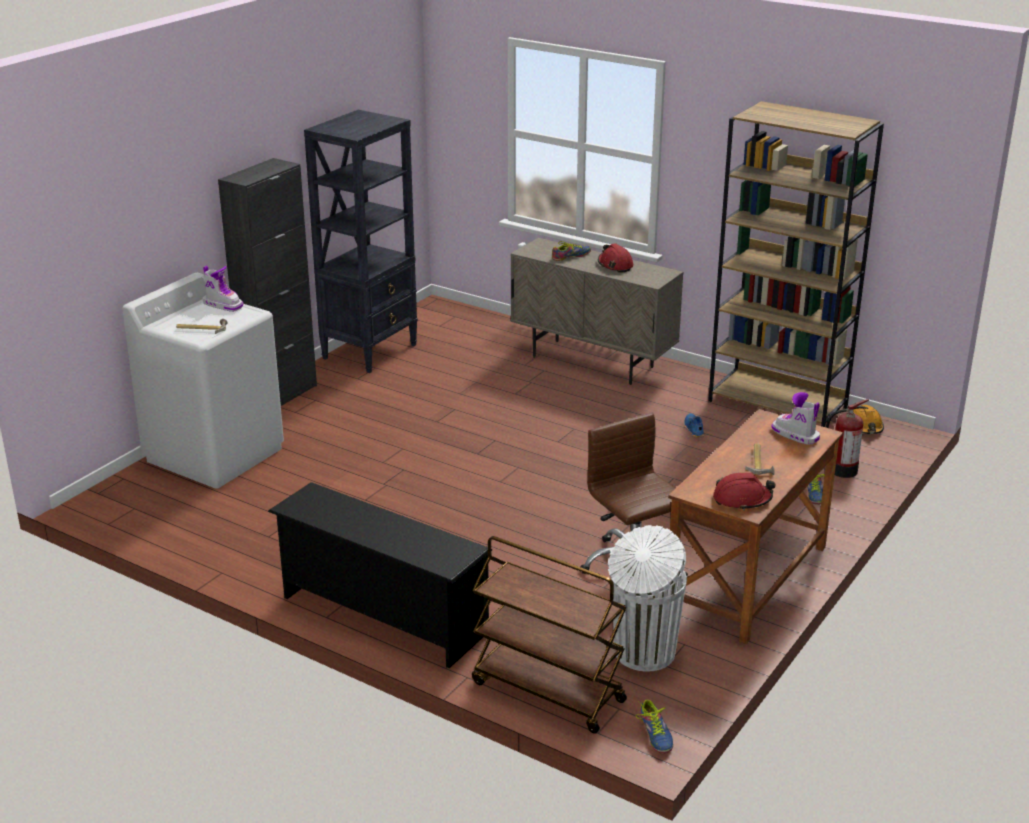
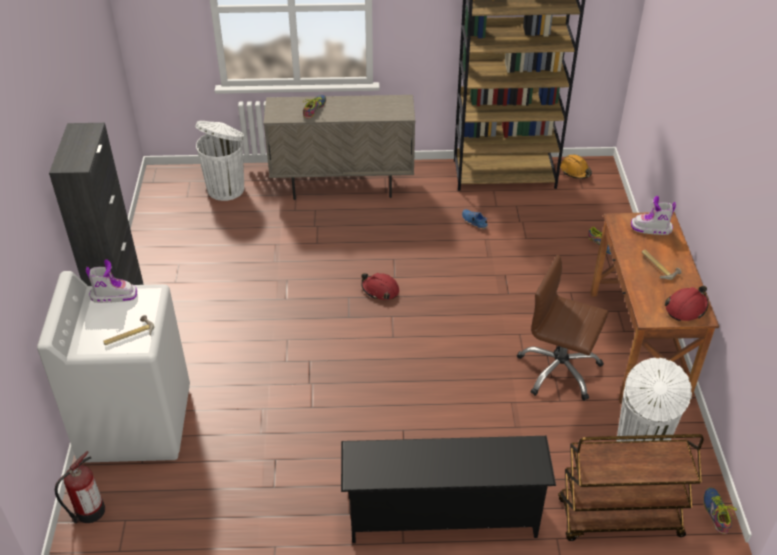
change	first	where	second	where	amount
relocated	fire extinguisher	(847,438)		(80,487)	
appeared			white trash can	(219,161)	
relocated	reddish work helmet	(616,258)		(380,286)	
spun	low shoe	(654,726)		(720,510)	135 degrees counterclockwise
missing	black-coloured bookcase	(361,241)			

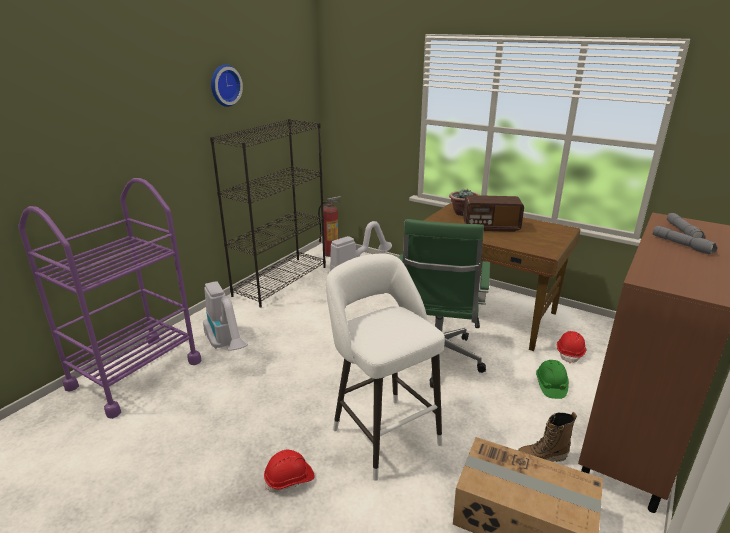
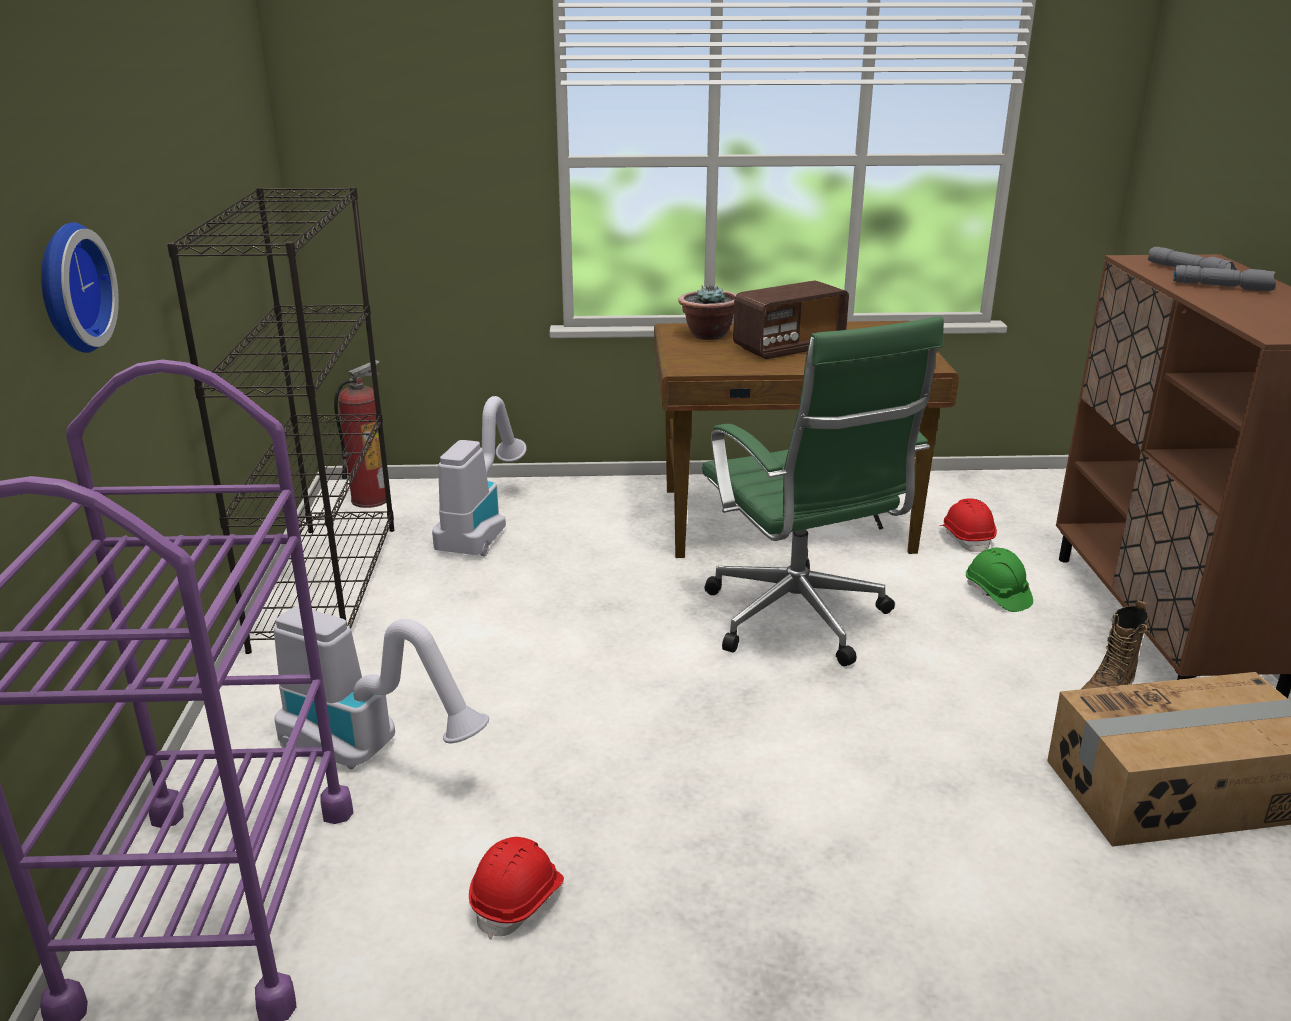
change	first	where	second	where	amount
relocated	hanging clock	(227,85)		(80,287)	
relocated	reddish work helmet	(289,471)		(516,888)	
missing	white stool seat	(385,367)			

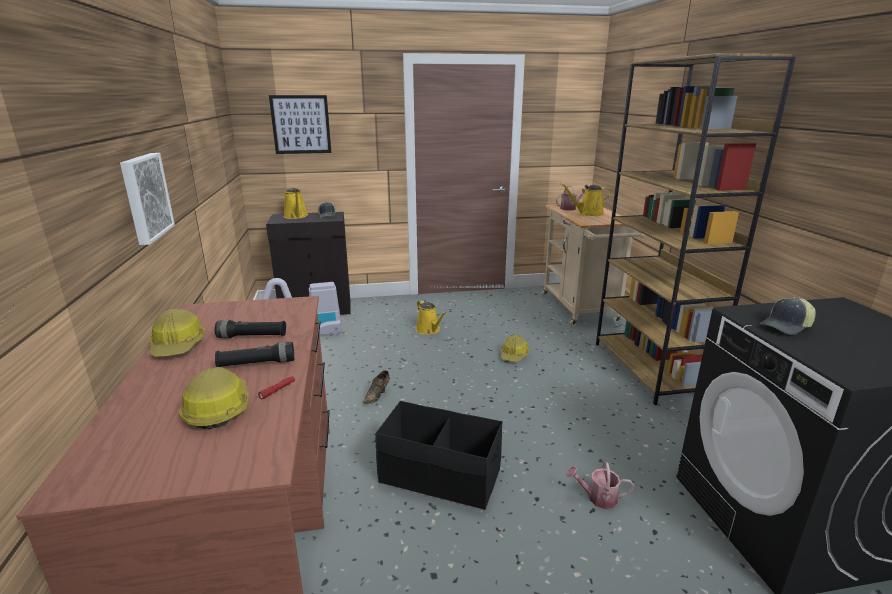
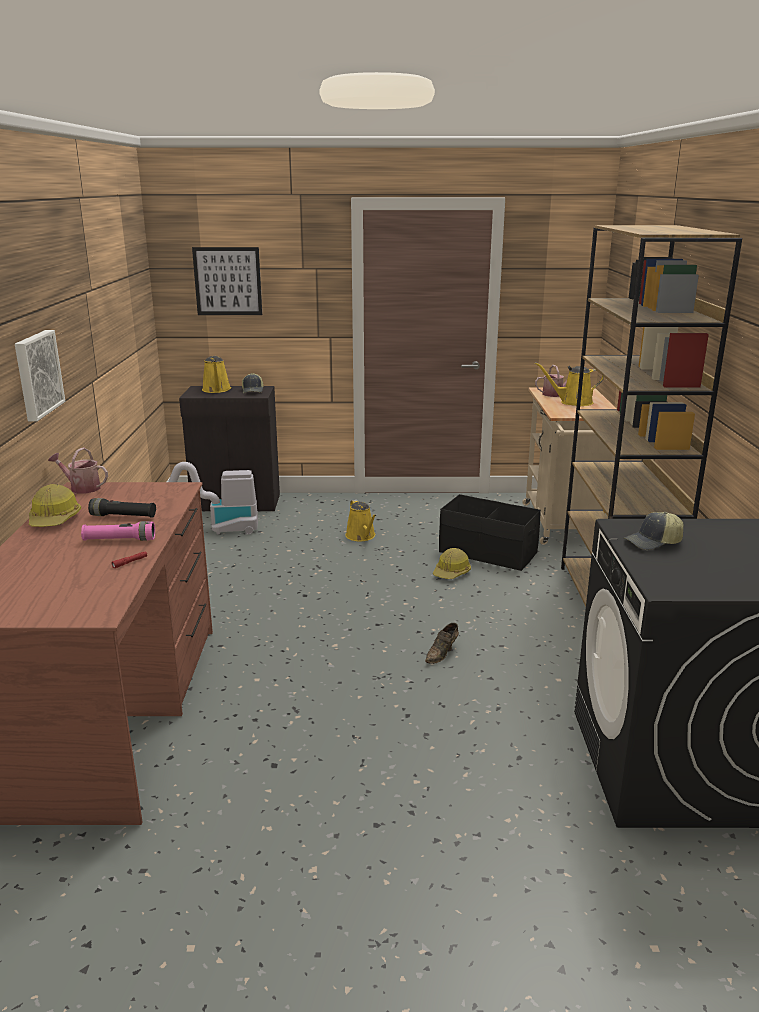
change	first	where	second	where	amount
relocated	watering pot	(600,485)		(78,471)	
colour	black-coloured hand torch	(254,354)	pinkish hand torch	(118,531)	
relocated	brown-coloured low shoe	(376,387)		(442,643)	
relocated	black-coloured storage bin	(438,455)		(490,532)	
missing	work helmet	(214,398)			

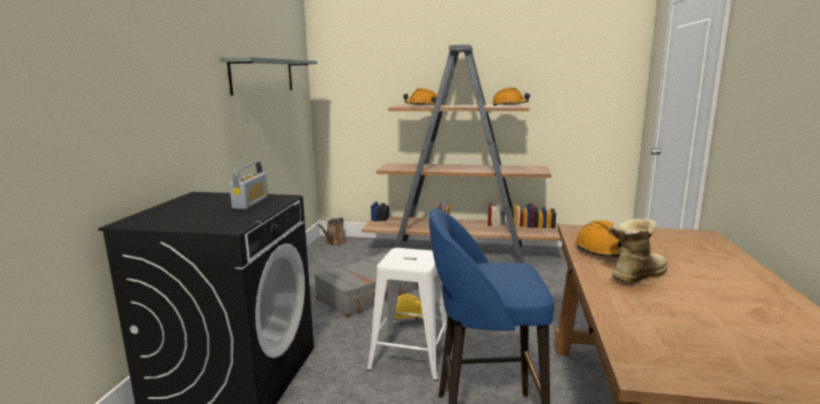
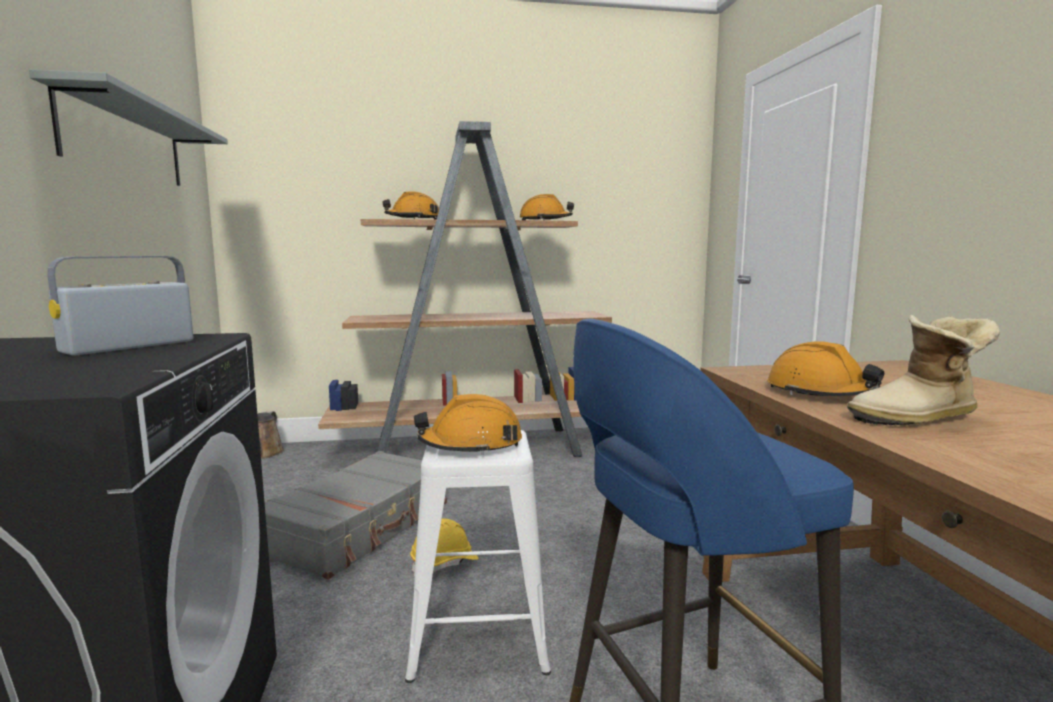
change	first	where	second	where	amount
spun	radio set	(248,185)		(120,306)	135 degrees counterclockwise
appeared			orange work helmet	(468,424)	
spun	tall boot	(639,251)		(923,370)	135 degrees counterclockwise

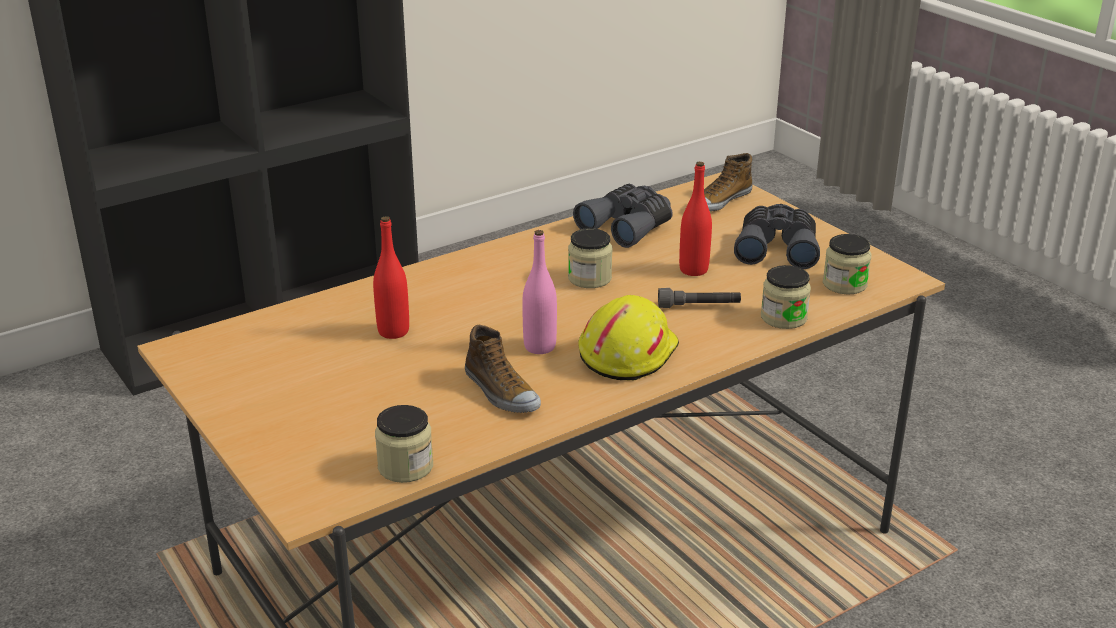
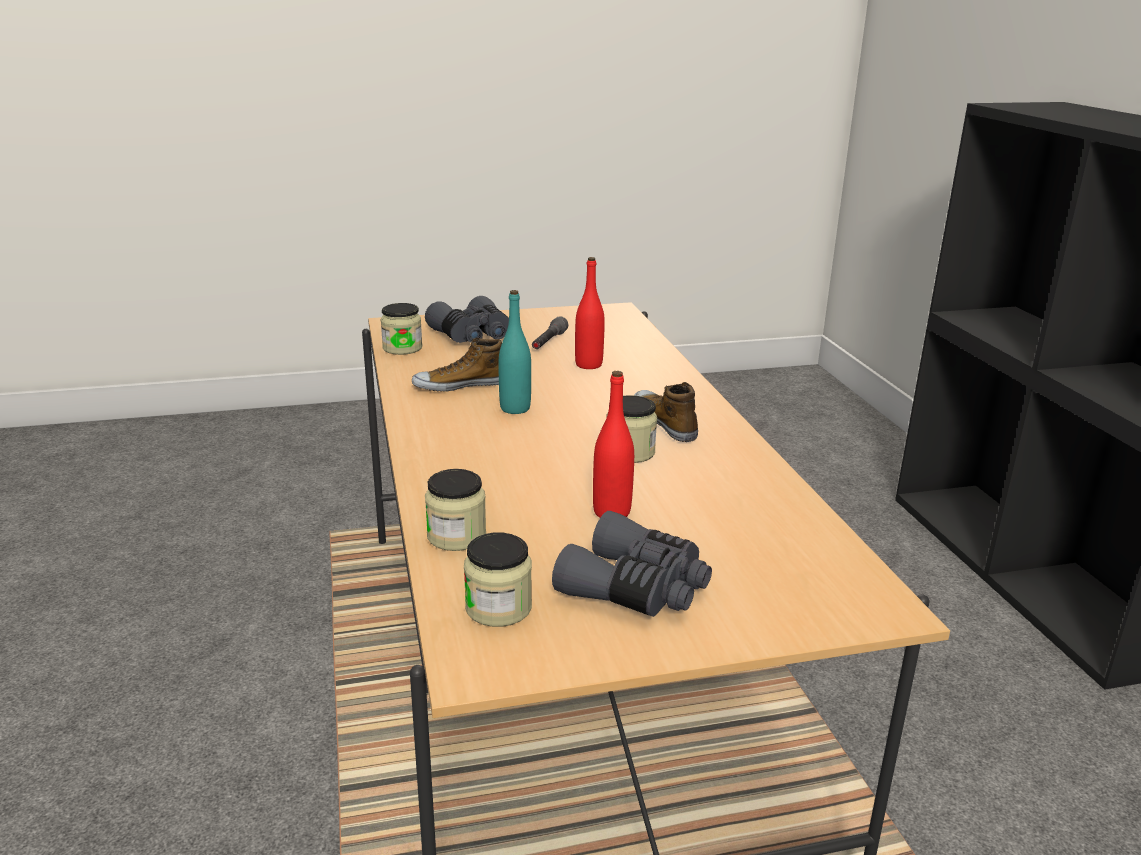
change	first	where	second	where	amount
relocated	grey pair of binoculars	(623,216)		(467,319)	
colour	pinkish drink bottle	(539,292)	turquoise-coloured drink bottle	(514,352)	
relocated	grey hand torch	(699,298)		(550,332)	
relocated	low shoe	(728,182)		(666,412)	
missing	yellow-coloured work helmet	(628,338)			

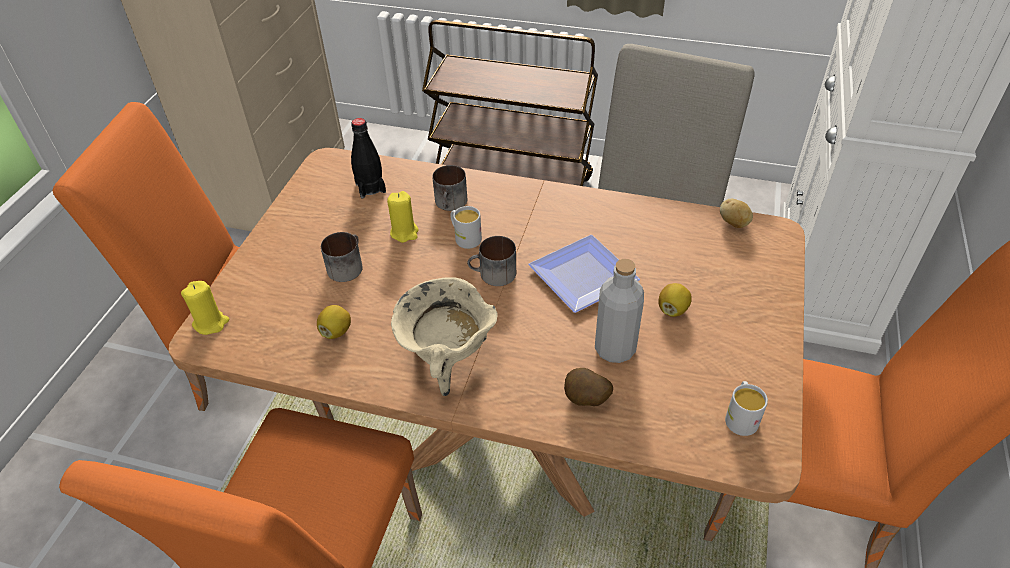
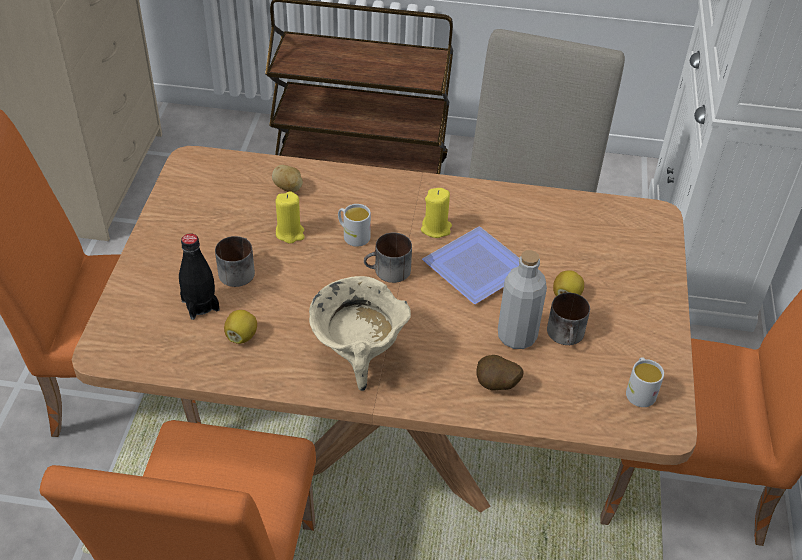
change	first	where	second	where	amount
relocated	black-coloured drink bottle	(368,158)		(199,276)	
relocated	potato	(736,213)		(287,179)	
relocated	yellow-coloured wax candle	(205,308)		(436,213)	
relocated	coffee mug	(449,188)		(568,319)	

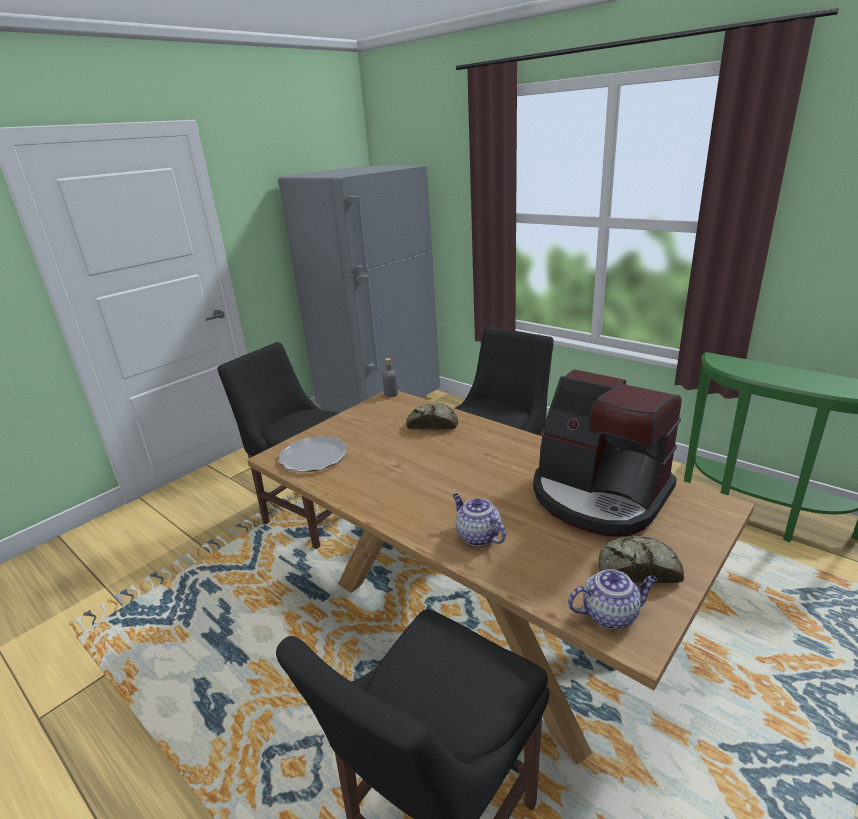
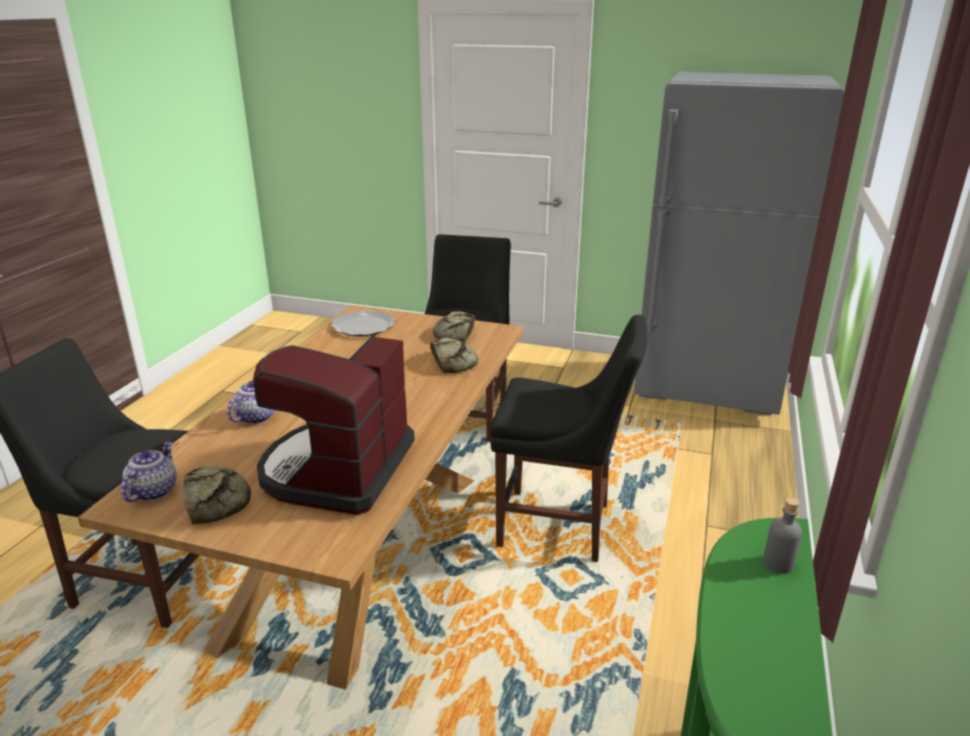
change	first	where	second	where	amount
spun	tea pot	(612,599)		(148,471)	135 degrees counterclockwise
appeared			bread	(454,326)	
relocated	grey drink bottle	(390,377)		(782,535)	

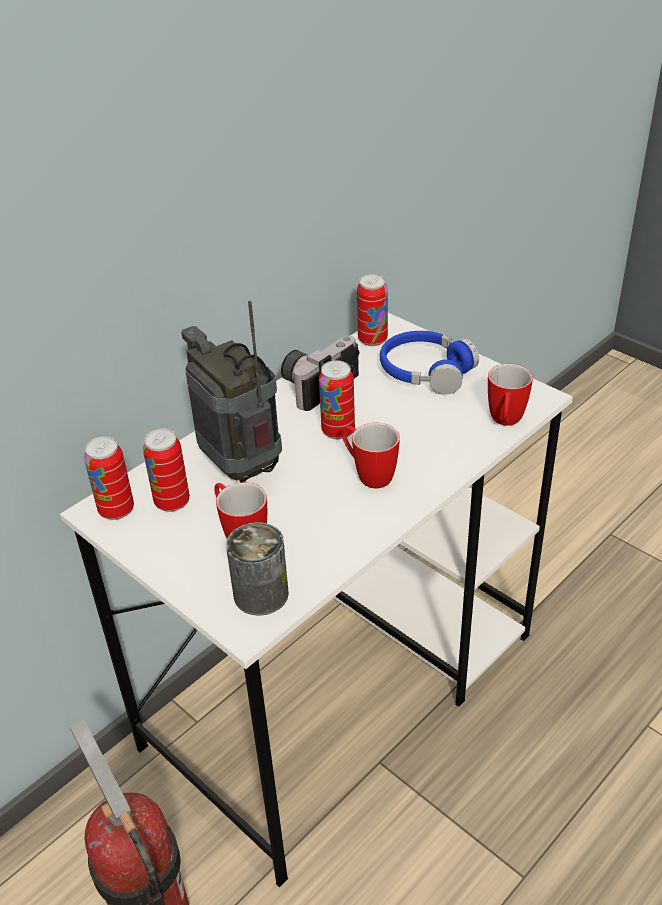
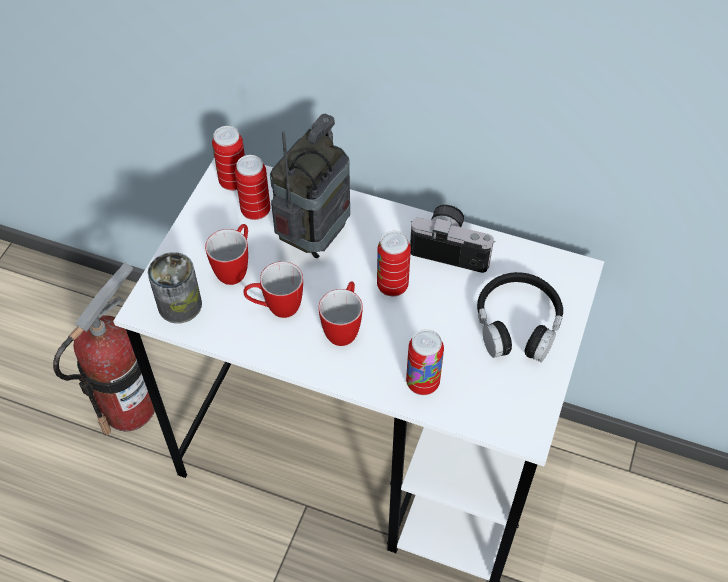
change	first	where	second	where	amount
relocated	coffee mug	(510,395)		(273,289)	
relocated	sealed can	(372,310)		(425,362)	
colour	bluish pair of headphones	(429,363)	black-coloured pair of headphones	(520,317)	

